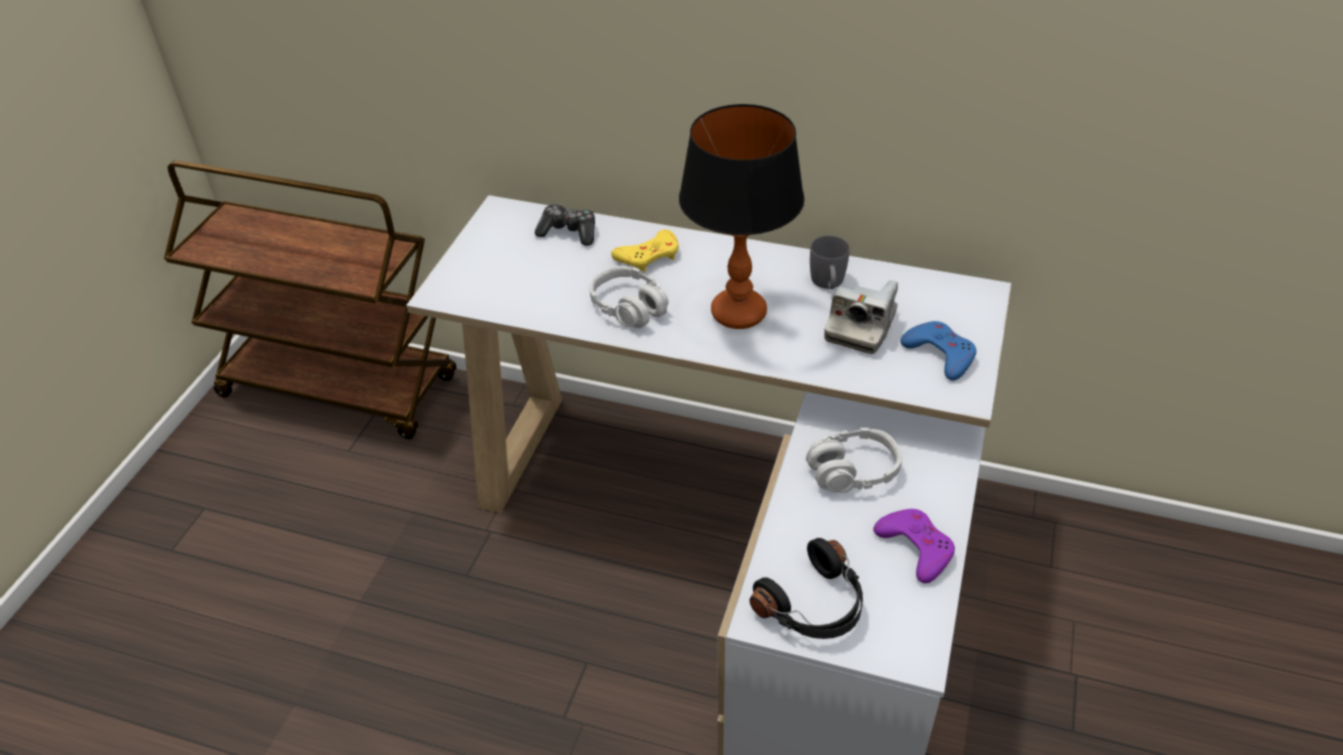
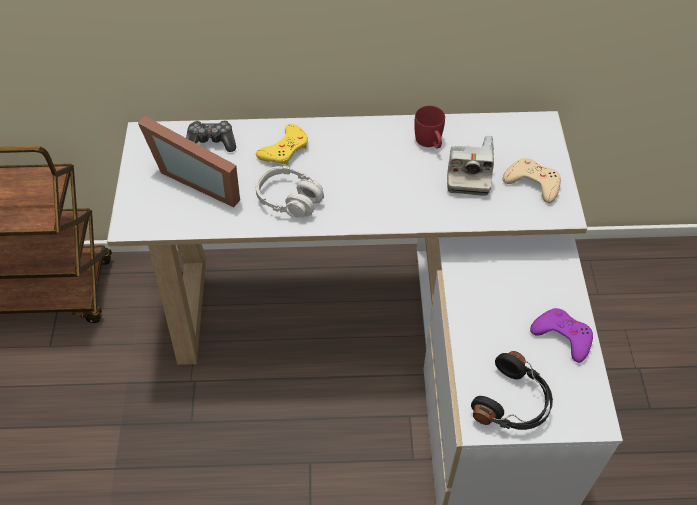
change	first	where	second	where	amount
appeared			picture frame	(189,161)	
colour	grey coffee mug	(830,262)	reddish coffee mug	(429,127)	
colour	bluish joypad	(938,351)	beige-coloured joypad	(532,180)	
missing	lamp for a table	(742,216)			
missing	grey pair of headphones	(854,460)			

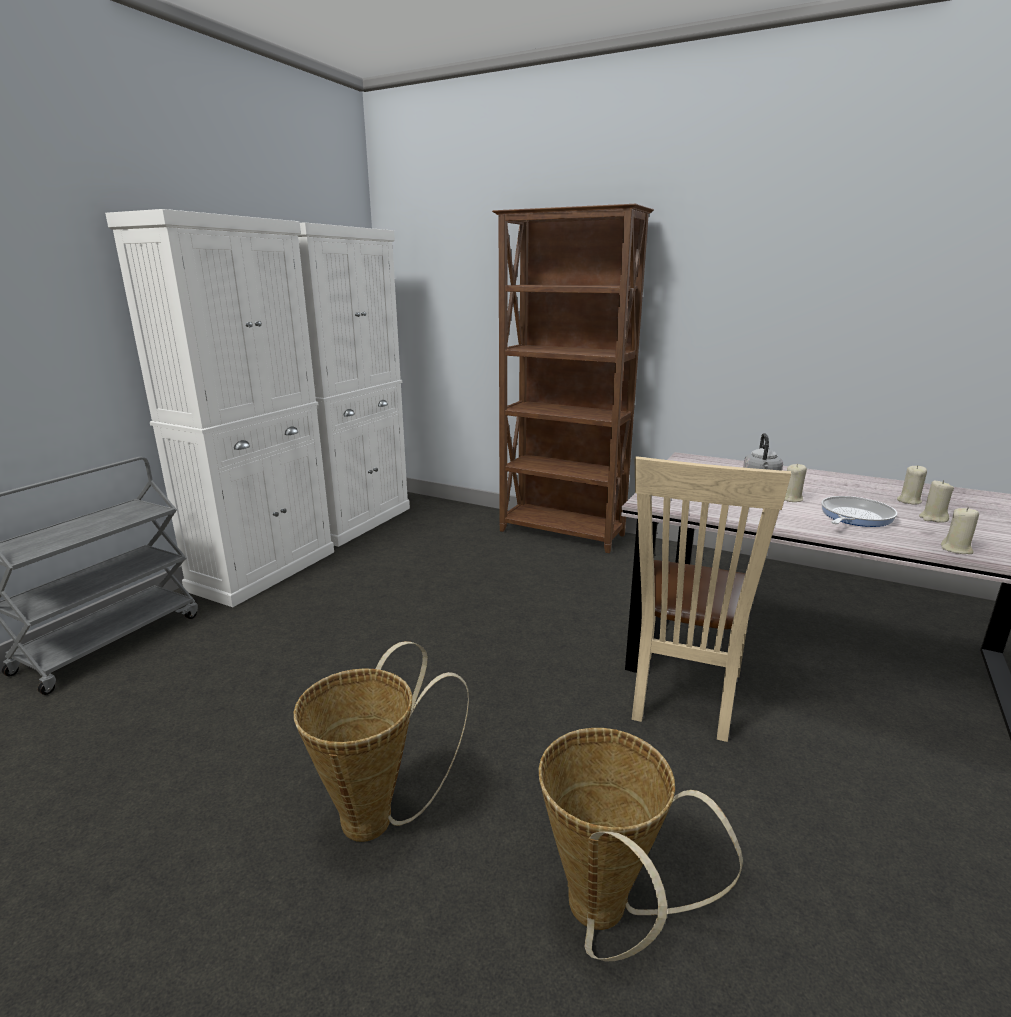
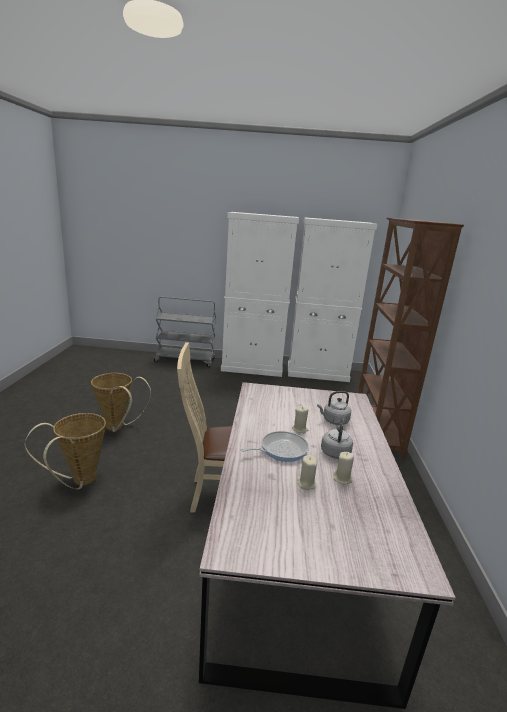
change	first	where	second	where	amount
spun	skillet	(859,511)		(274,446)	45 degrees counterclockwise
appeared			grey water kettle	(337,438)	
missing	beige-coloured wax candle	(960,530)			

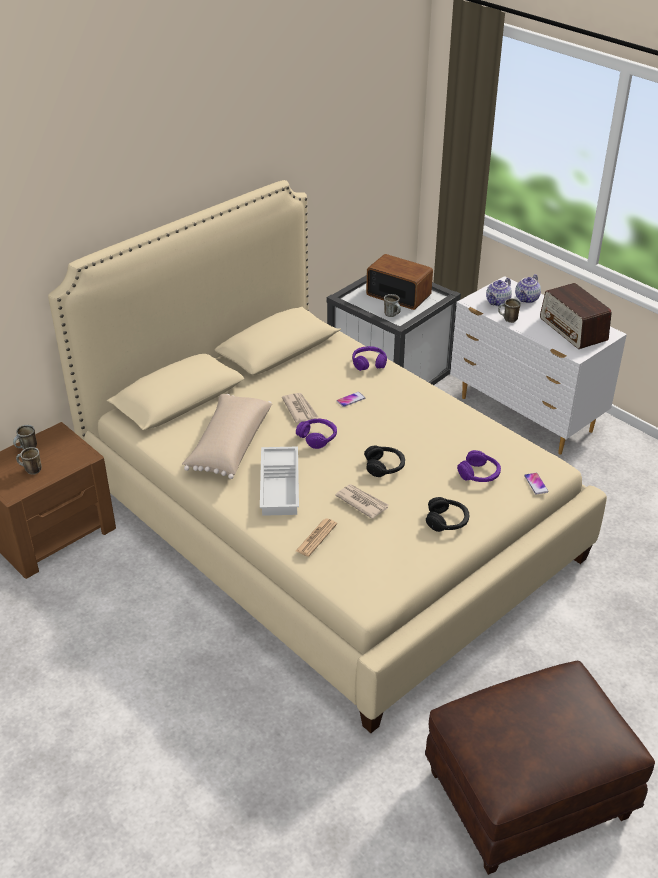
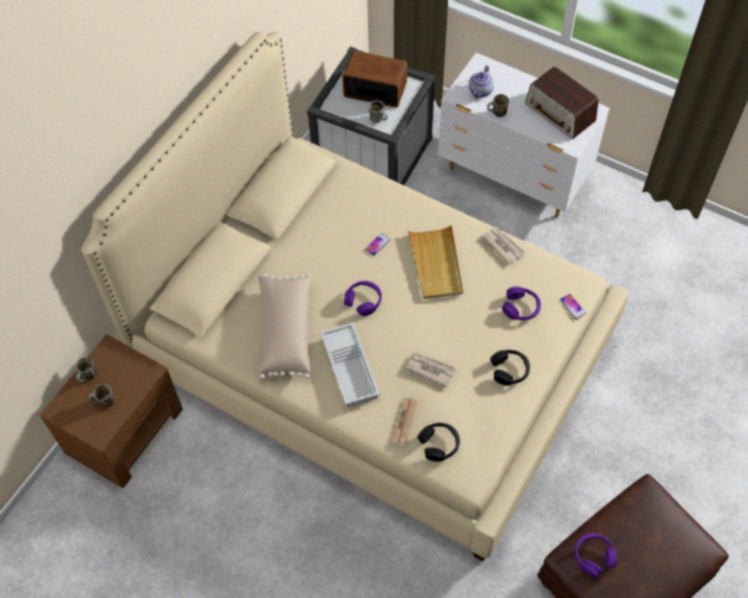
change	first	where	second	where	amount
appeared			beige-coloured carrying tray	(435,261)	
relocated	black-coloured pair of headphones	(384,461)		(438,442)	
relocated	printed paper	(300,408)		(503,246)	
relocated	purple-coloured pair of headphones	(369,358)		(596,555)	
missing	tea pot	(528,288)			

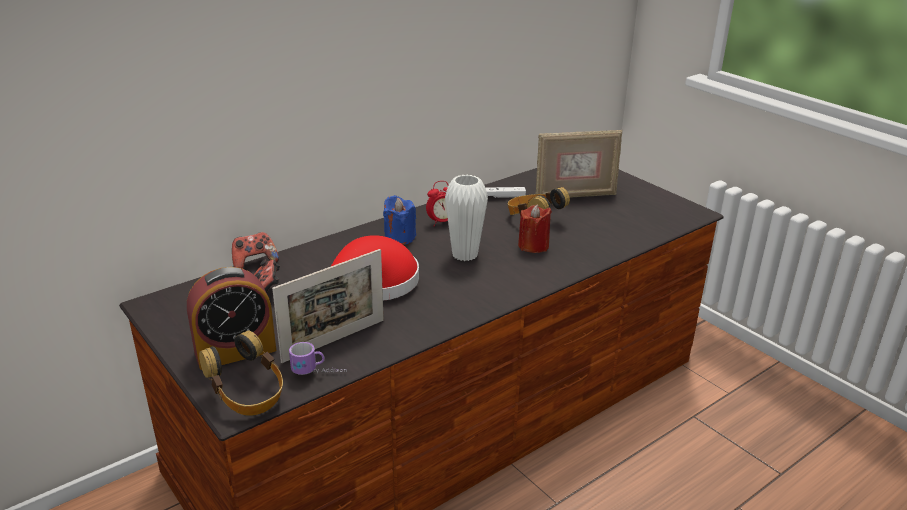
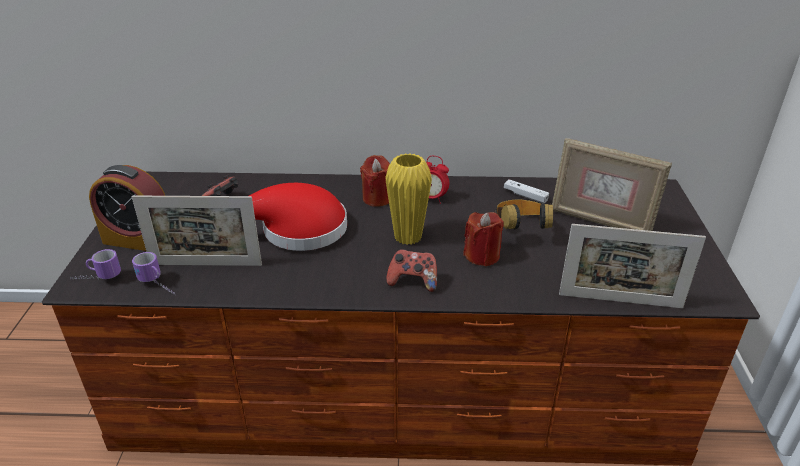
change	first	where	second	where	amount
exchanged	pair of headphones	(241,373)	coffee mug	(95,264)	
colour	bluish wax candle	(399,220)	reddish wax candle	(375,181)	
colour	white flower vase	(466,218)	yellow-coloured flower vase	(408,199)	
relocated	joypad	(255,250)		(411,270)	
appeared			picture frame	(632,266)	

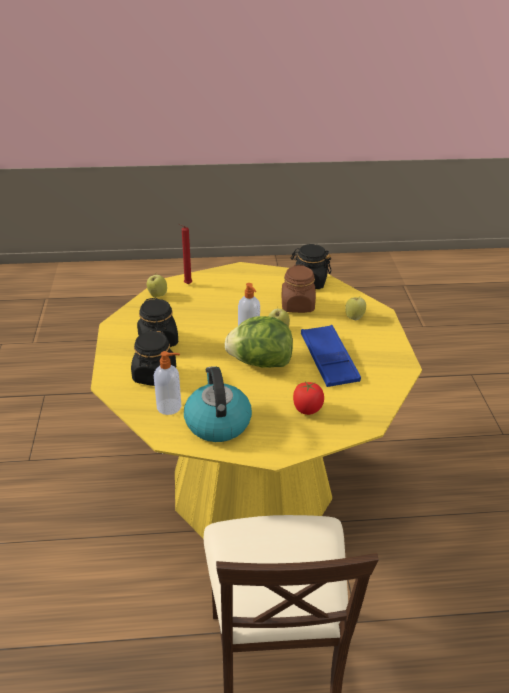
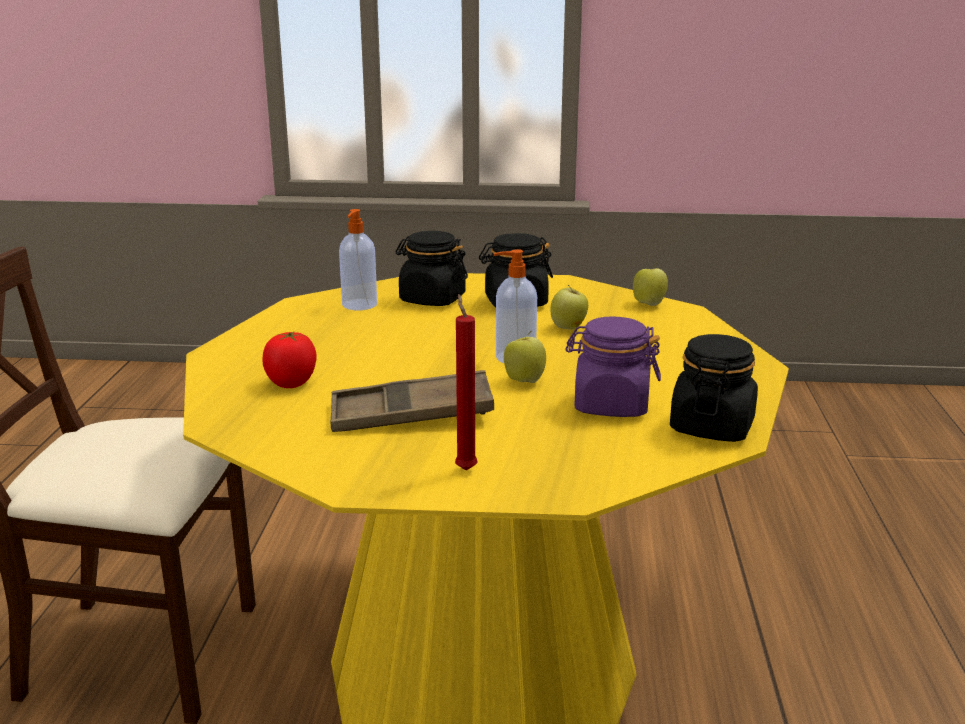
change	first	where	second	where	amount
colour	bluish carrying tray	(331,356)	brown-coloured carrying tray	(412,401)	
relocated	reddish wax candle	(185,254)		(466,382)	
relocated	apple	(355,308)		(569,307)	
colour	brown-coloured storage jar	(298,289)	purple-coloured storage jar	(613,366)	
missing	water kettle	(218,404)			
missing	head of lettuce	(259,342)			

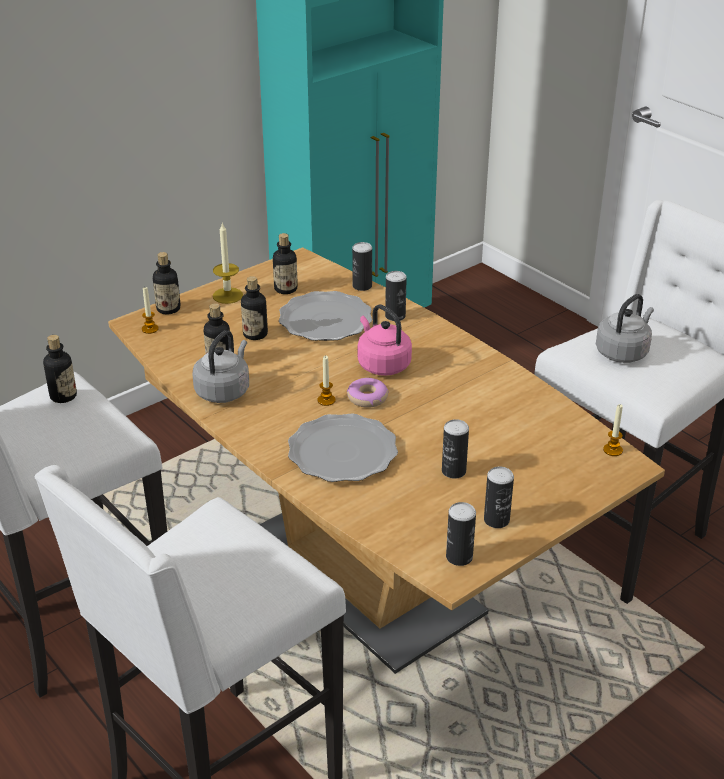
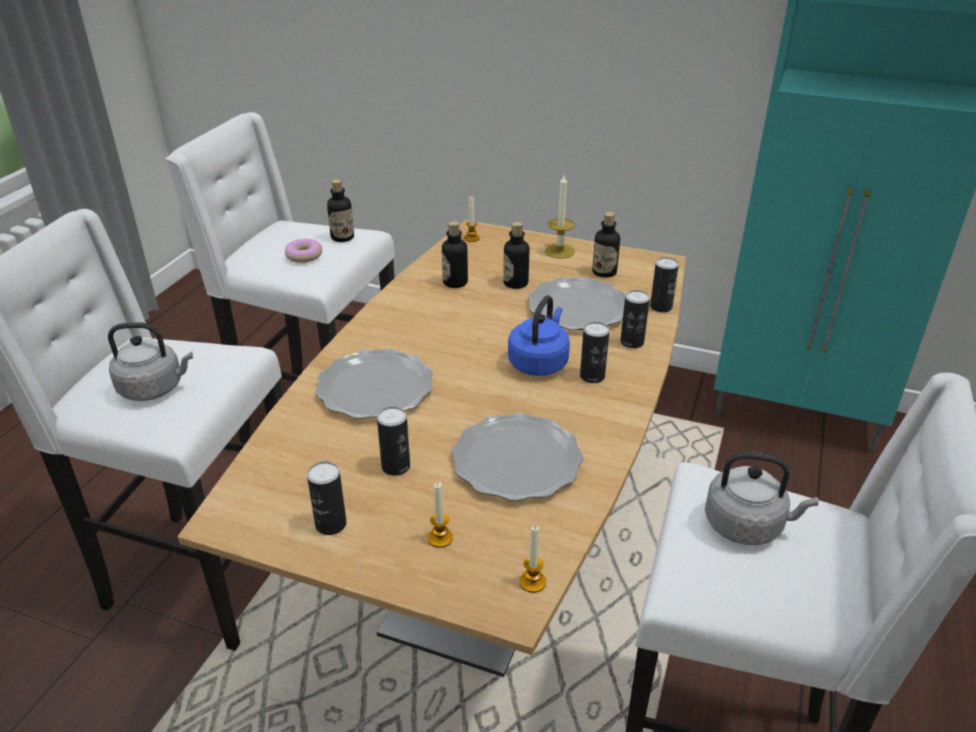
change	first	where	second	where	amount
relocated	grey water kettle	(220,366)		(150,361)	
relocated	doughnut	(368,393)		(303,251)	
relocated	wax candle	(326,380)		(440,515)	
appeared			plate	(517,457)	
colour	pinkish water kettle	(385,340)	bluish water kettle	(539,335)	
relocated	sealed can	(461,534)		(595,352)	
missing	drink bottle	(167,283)			

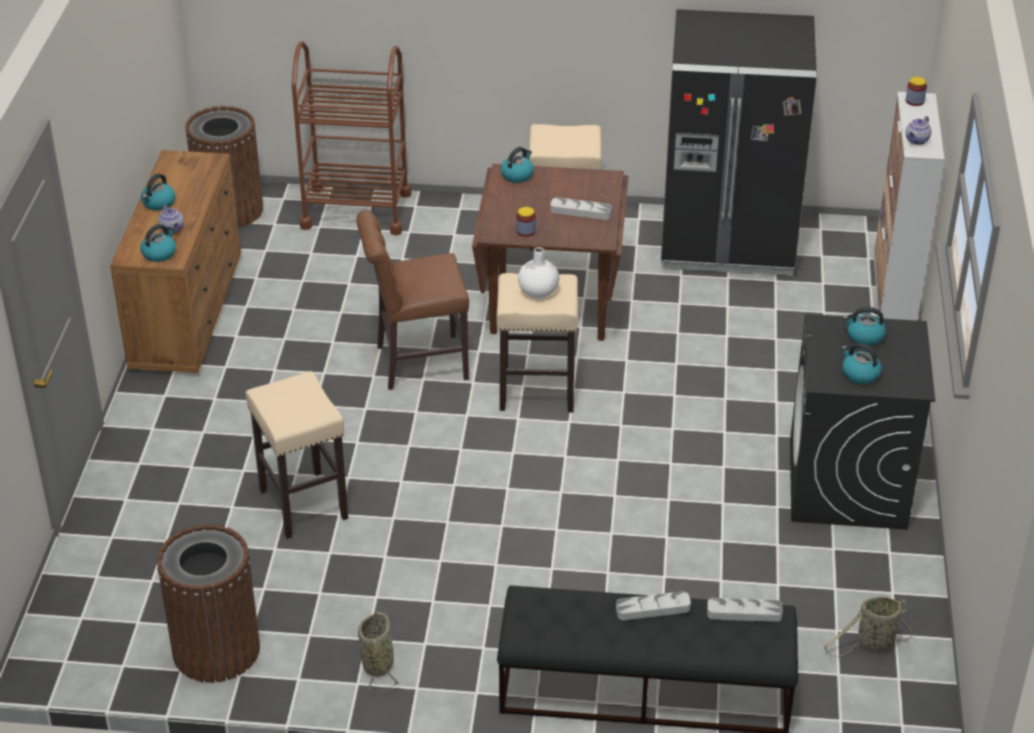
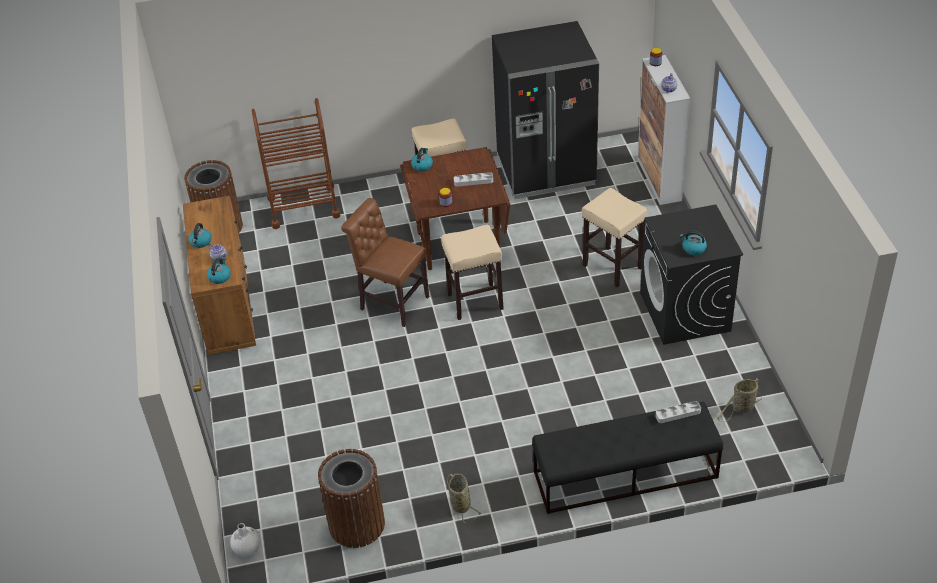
change	first	where	second	where	amount
relocated	white flower vase	(538,273)		(245,539)	
spun	brown-coloured chair	(412,300)		(385,262)	60 degrees clockwise
relocated	beige-coloured stool seat	(297,455)		(614,237)	
missing	grey carrying tray	(653,605)			
missing	water kettle	(864,326)			

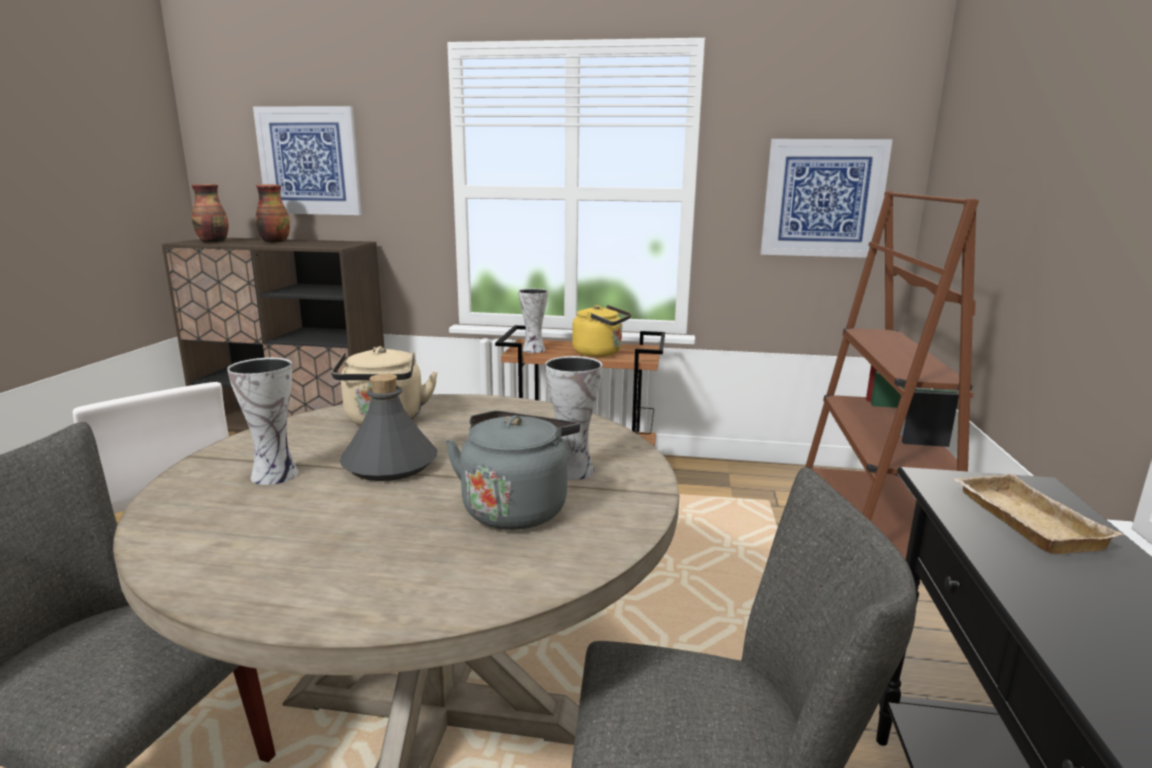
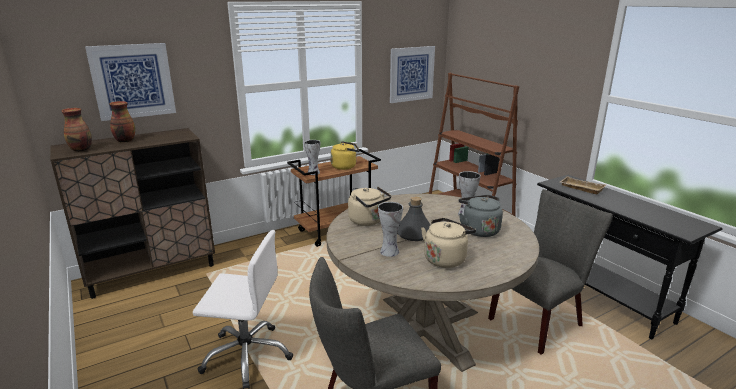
change	first	where	second	where	amount
appeared			beige-coloured water kettle	(448,243)	

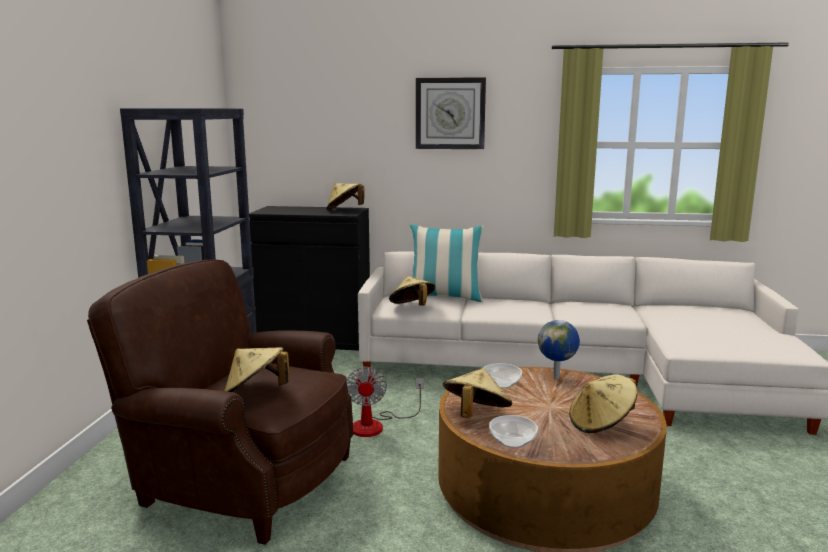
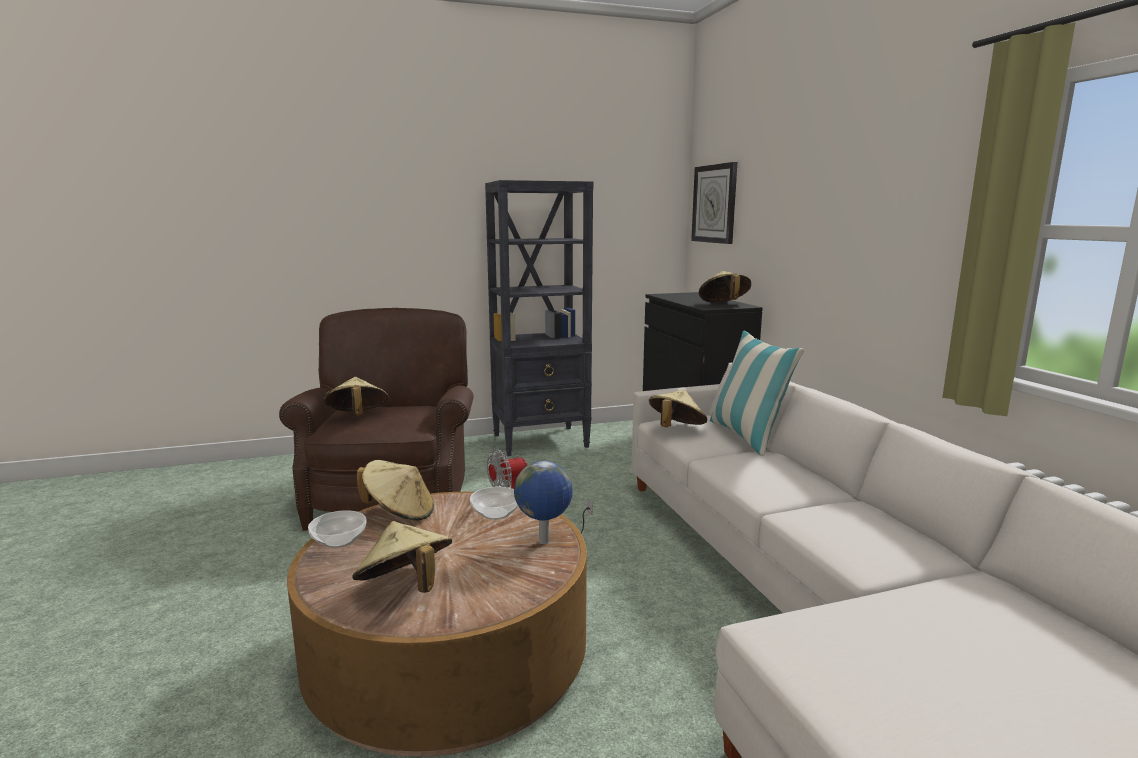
change	first	where	second	where	amount
relocated	hanging clock	(451,113)		(714,203)	

